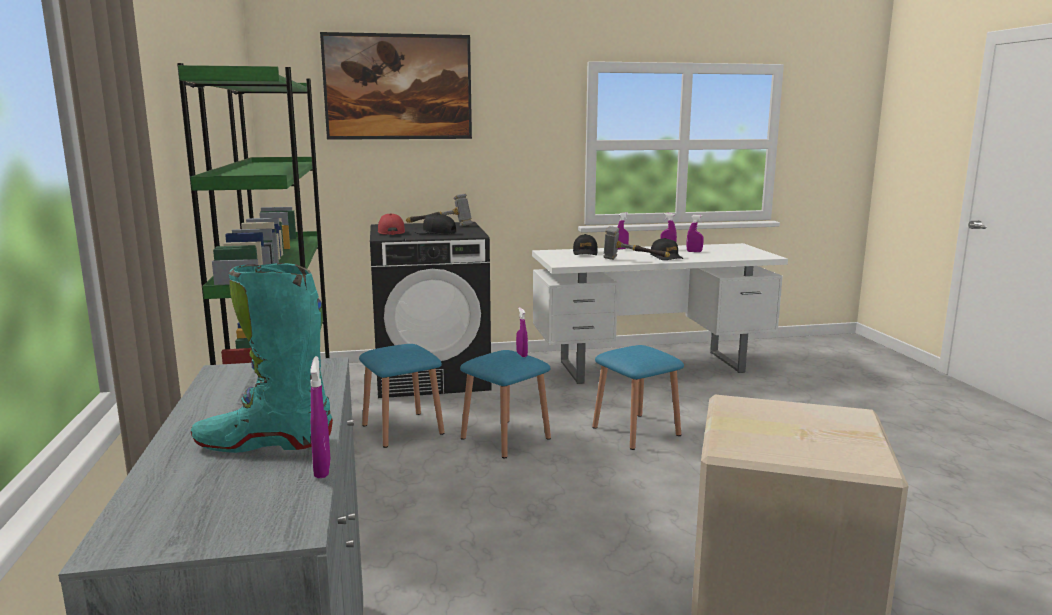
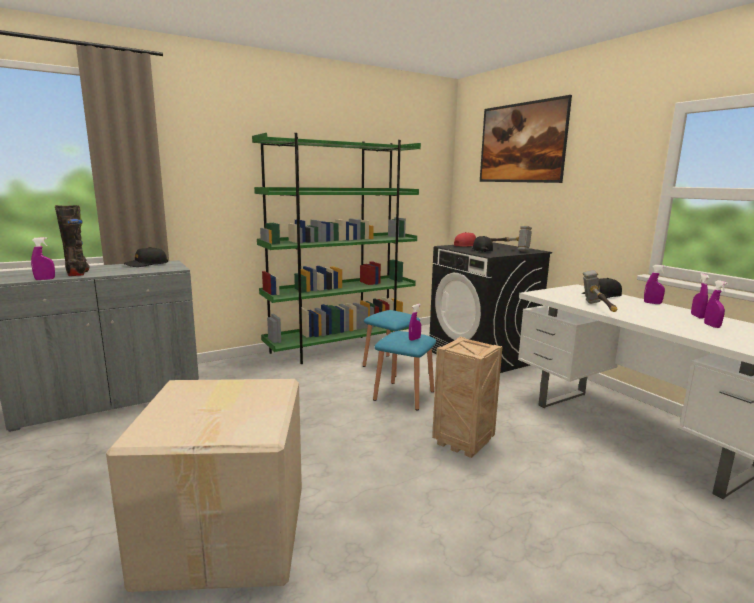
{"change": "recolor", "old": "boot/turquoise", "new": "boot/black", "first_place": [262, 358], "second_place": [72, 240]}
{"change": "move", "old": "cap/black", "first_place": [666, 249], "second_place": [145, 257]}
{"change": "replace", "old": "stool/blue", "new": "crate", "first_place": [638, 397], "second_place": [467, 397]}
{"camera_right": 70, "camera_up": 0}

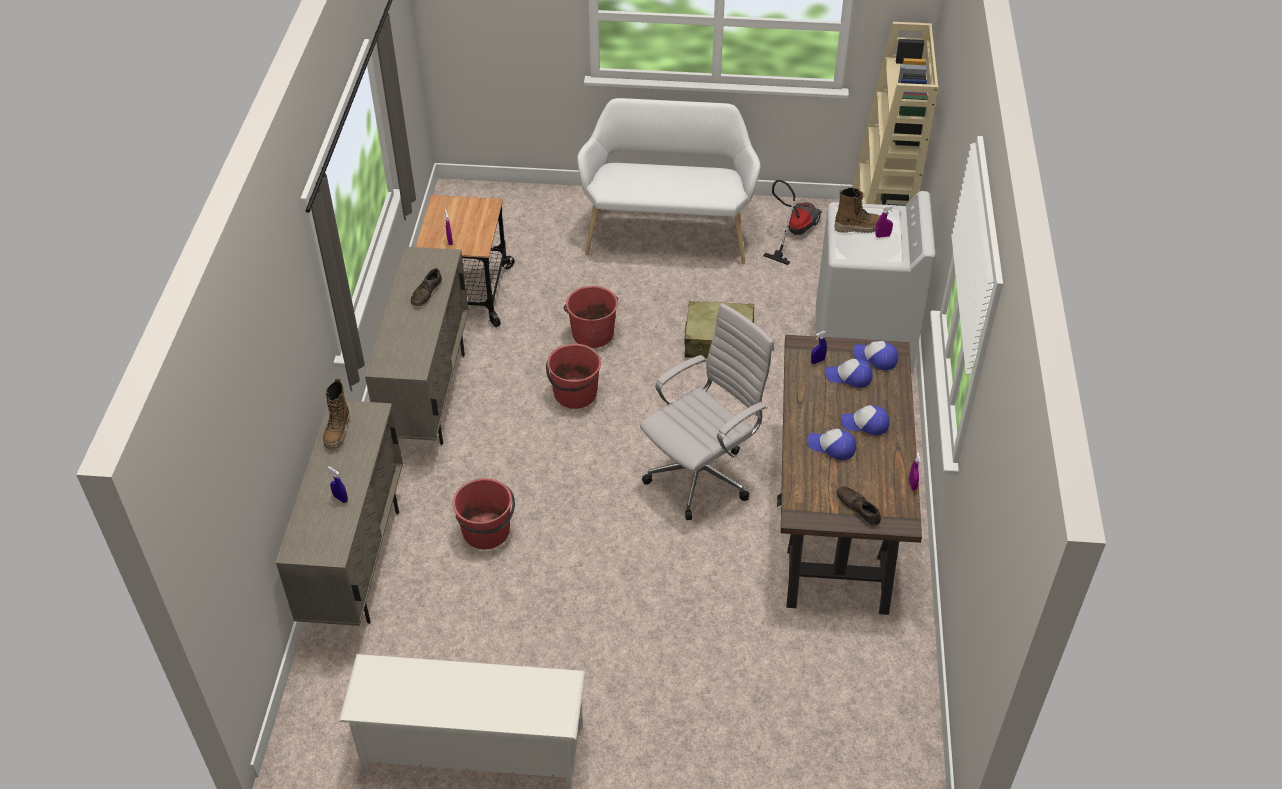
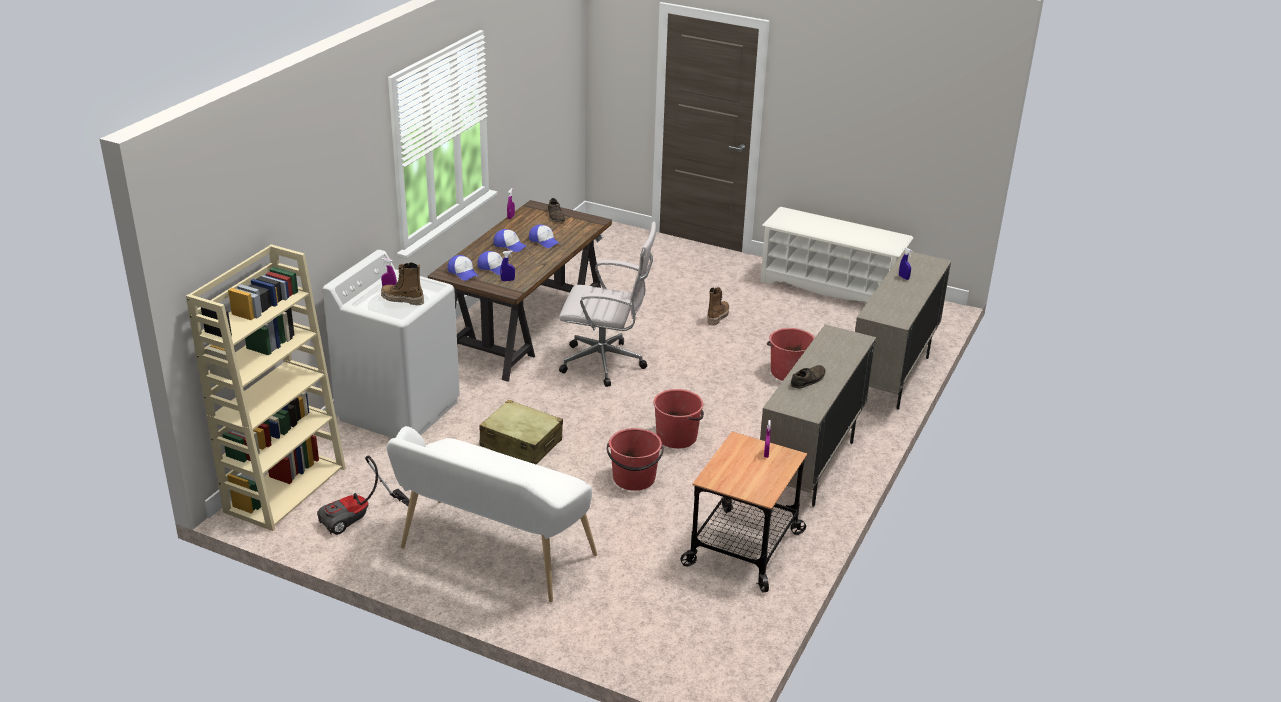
{"change": "rotate", "old": "office chair/white", "first_place": [707, 411], "second_place": [607, 304], "degrees": -150}
{"change": "move", "old": "boot", "first_place": [336, 413], "second_place": [718, 306]}
{"camera_right": -160, "camera_up": -15}

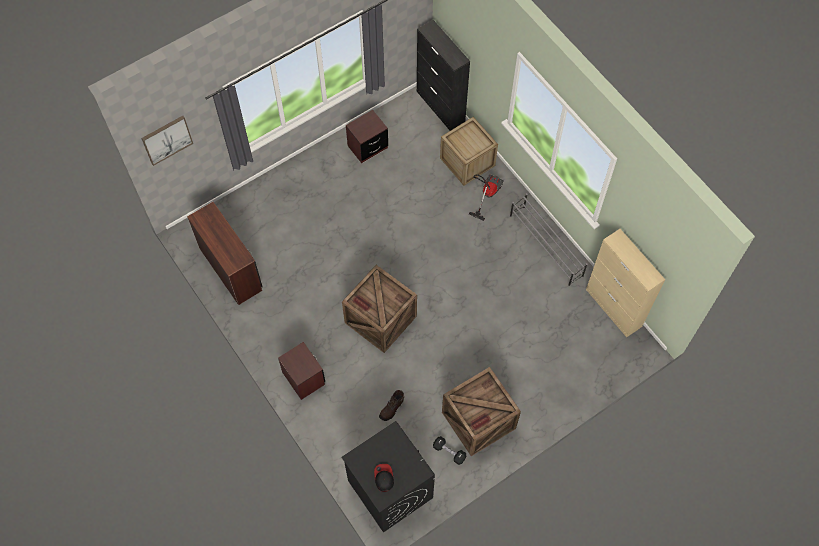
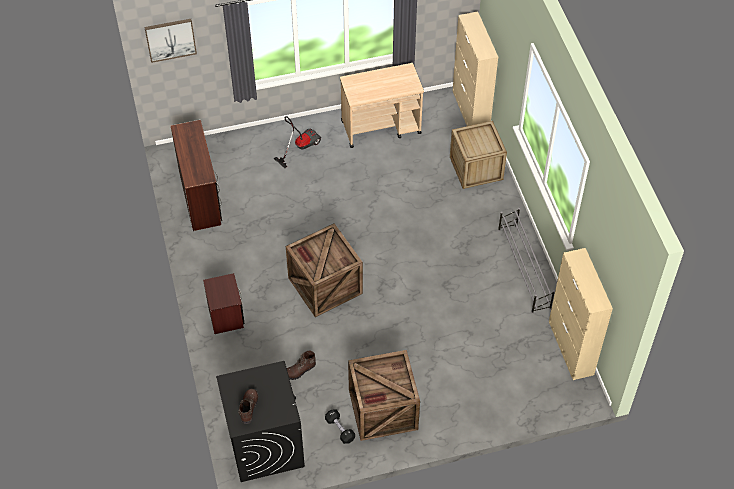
{"change": "replace", "old": "cap", "new": "boot/brown", "first_place": [384, 478], "second_place": [248, 406]}
{"change": "move", "old": "vacuum cleaner", "first_place": [486, 197], "second_place": [297, 142]}
{"change": "replace", "old": "nightstand/brown", "new": "cart/beige", "first_place": [367, 136], "second_place": [382, 105]}
{"change": "recolor", "old": "cabinet/black", "new": "cabinet/beige", "first_place": [443, 75], "second_place": [475, 69]}
{"camera_right": 20, "camera_up": -10}

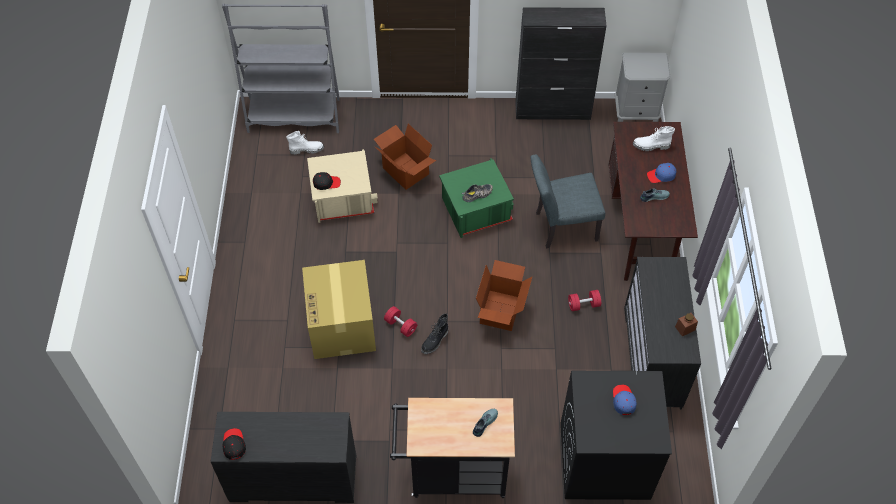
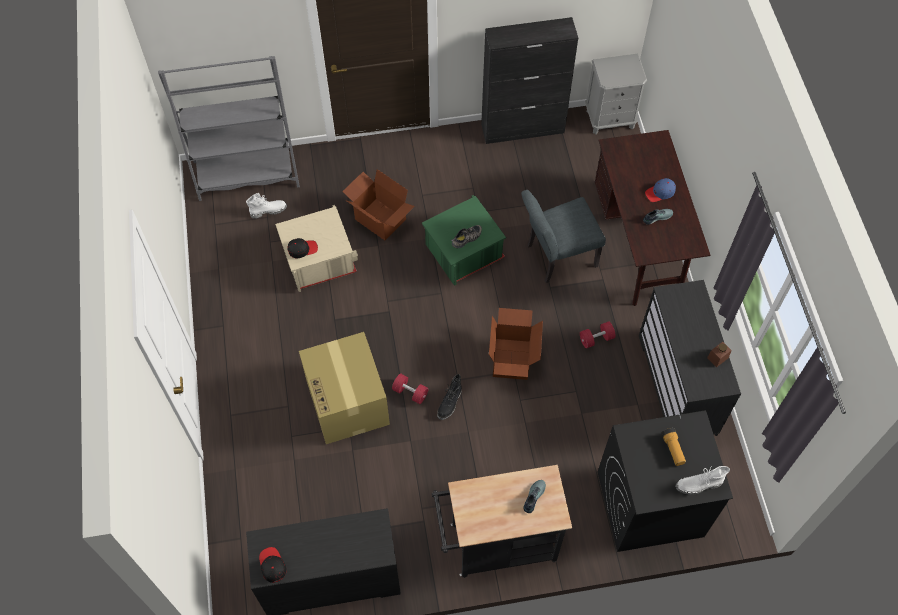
{"change": "replace", "old": "cap/blue", "new": "flashlight", "first_place": [625, 400], "second_place": [674, 447]}
{"change": "move", "old": "boot/white", "first_place": [654, 138], "second_place": [702, 480]}
{"camera_right": -10, "camera_up": 5}

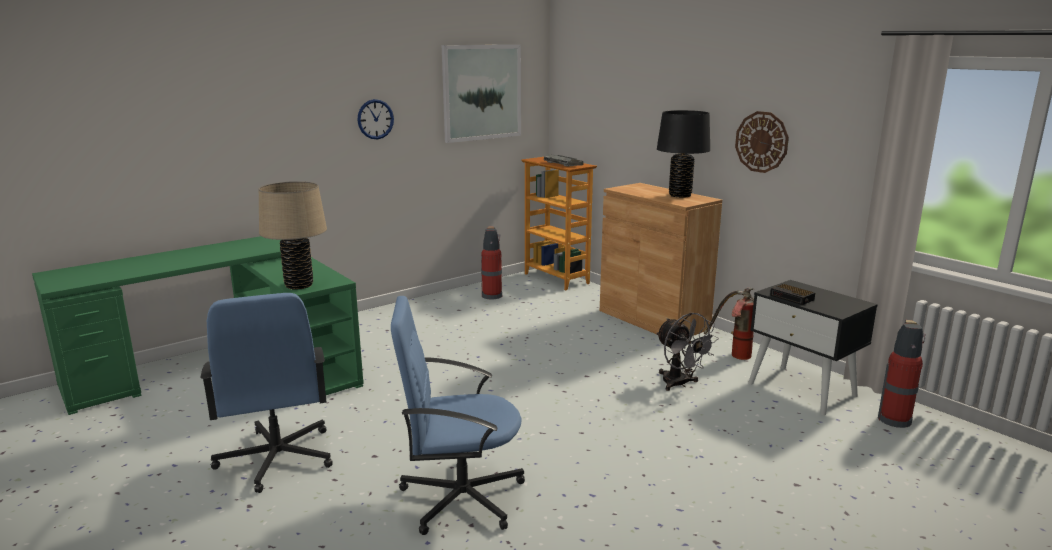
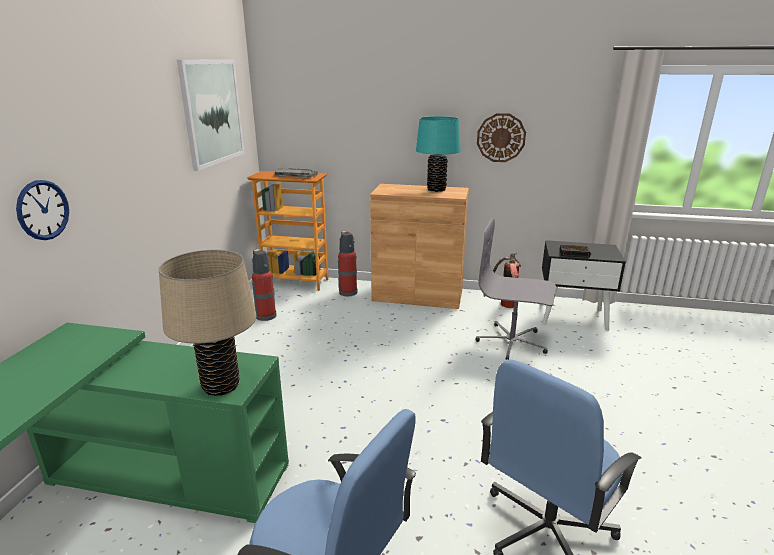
{"change": "move", "old": "wall clock", "first_place": [375, 119], "second_place": [42, 210]}
{"change": "move", "old": "fire extinguisher", "first_place": [902, 374], "second_place": [348, 263]}
{"change": "recolor", "old": "table lamp/black", "new": "table lamp/turquoise", "first_place": [683, 154], "second_place": [438, 154]}
{"change": "replace", "old": "fan/grey", "new": "office chair/grey", "first_place": [687, 351], "second_place": [516, 289]}
{"camera_right": -40, "camera_up": 5}

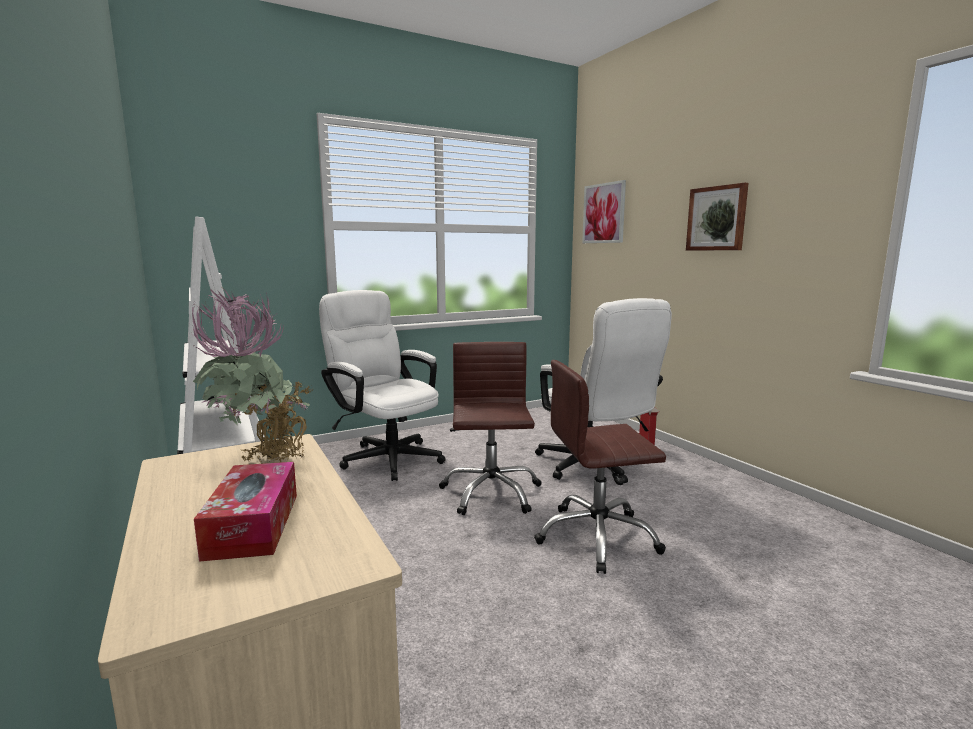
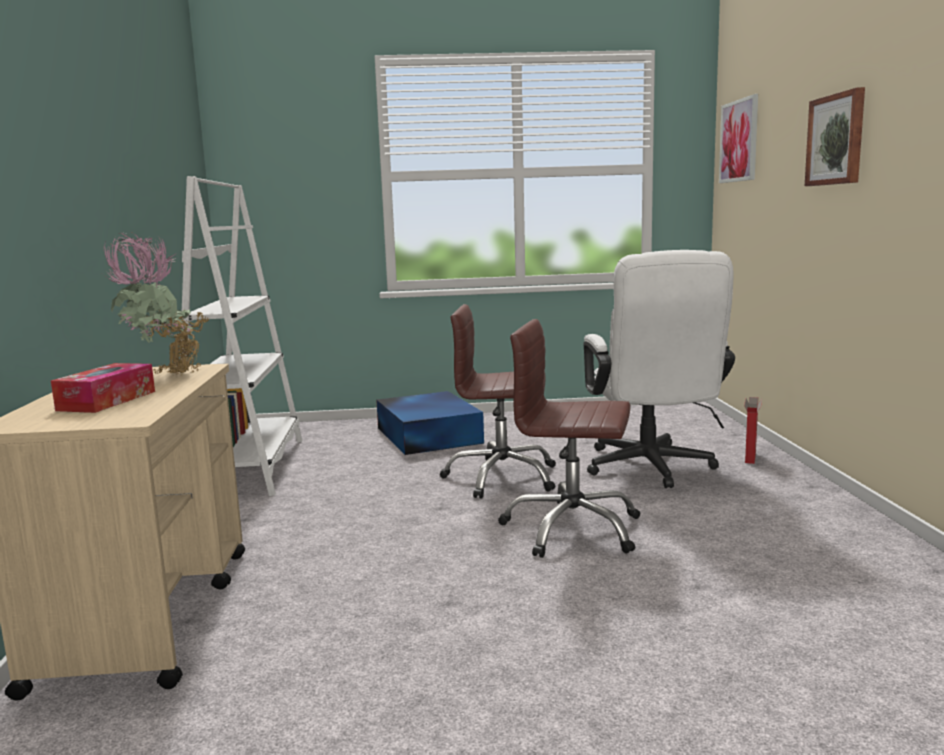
{"change": "replace", "old": "office chair/white", "new": "storage box/blue", "first_place": [382, 385], "second_place": [430, 423]}
{"change": "rotate", "old": "office chair/brown", "first_place": [490, 428], "second_place": [498, 401], "degrees": -105}
{"camera_right": 25, "camera_up": 0}

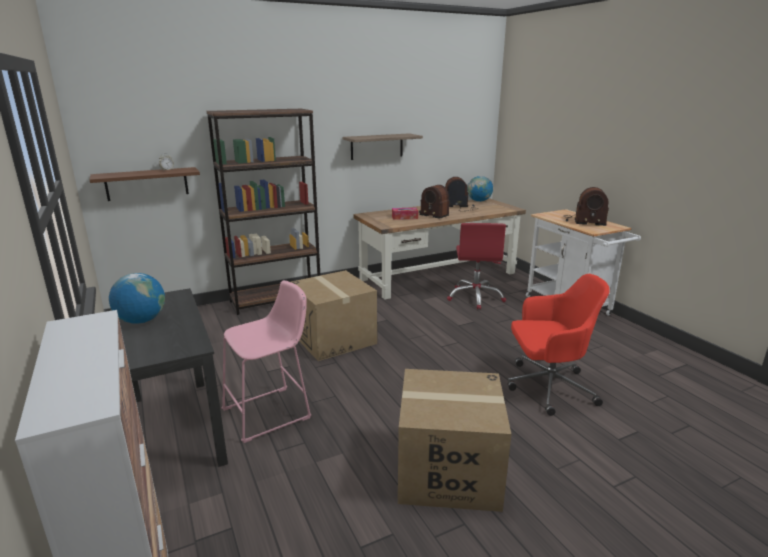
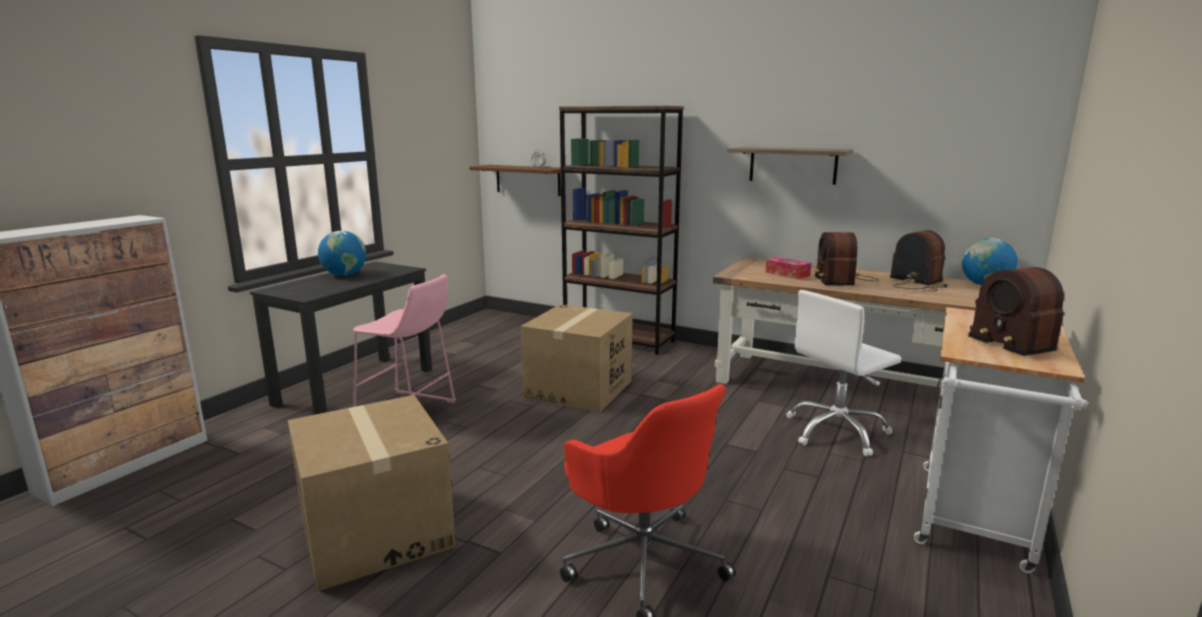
{"change": "recolor", "old": "office chair/red", "new": "office chair/white", "first_place": [476, 266], "second_place": [843, 373]}
{"camera_right": 55, "camera_up": -5}

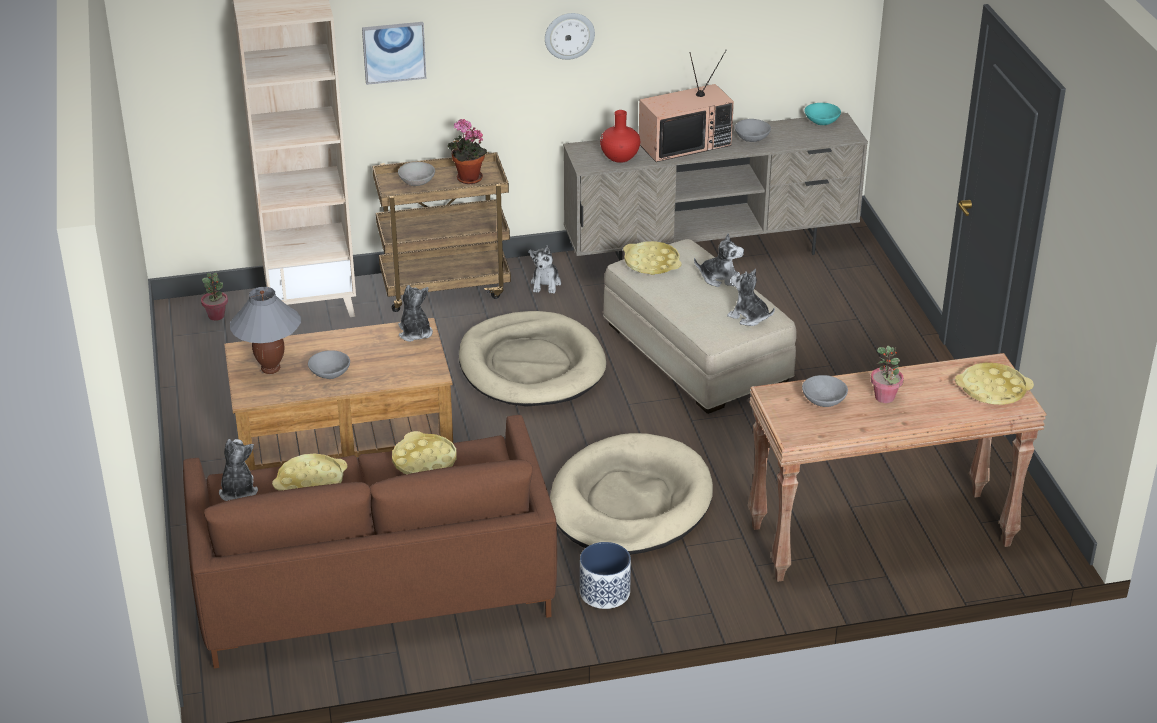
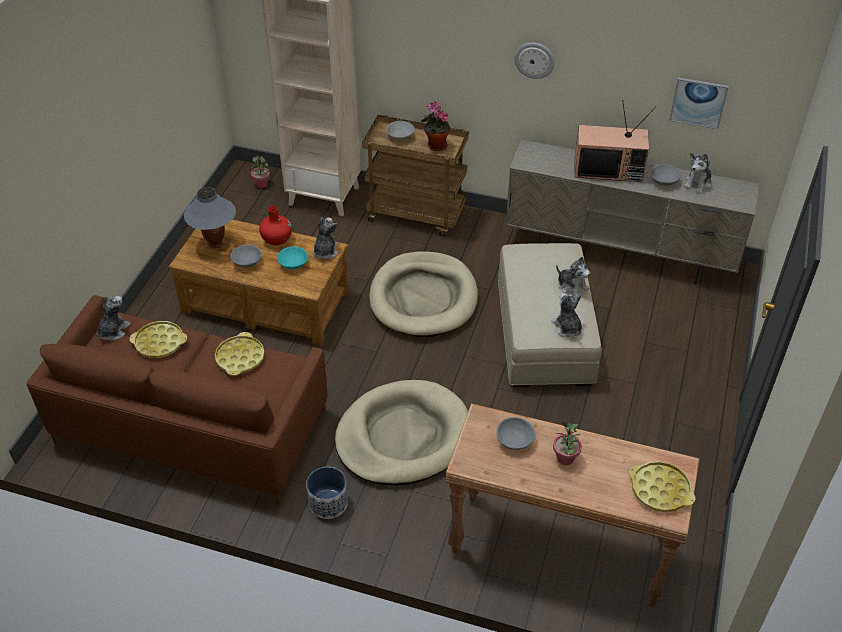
{"change": "move", "old": "vase/red", "first_place": [620, 136], "second_place": [275, 225]}
{"change": "move", "old": "bowl/turquoise", "first_place": [823, 114], "second_place": [292, 258]}
{"change": "move", "old": "picture", "first_place": [394, 53], "second_place": [699, 103]}
{"change": "move", "old": "plush toy", "first_place": [545, 269], "second_place": [698, 173]}
{"change": "delete", "old": "tray/yellow", "first_place": [652, 258]}
{"camera_right": 30, "camera_up": 10}

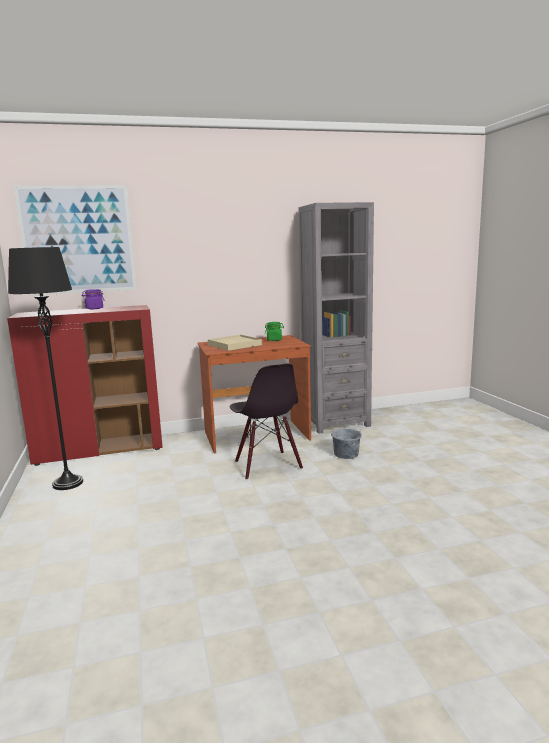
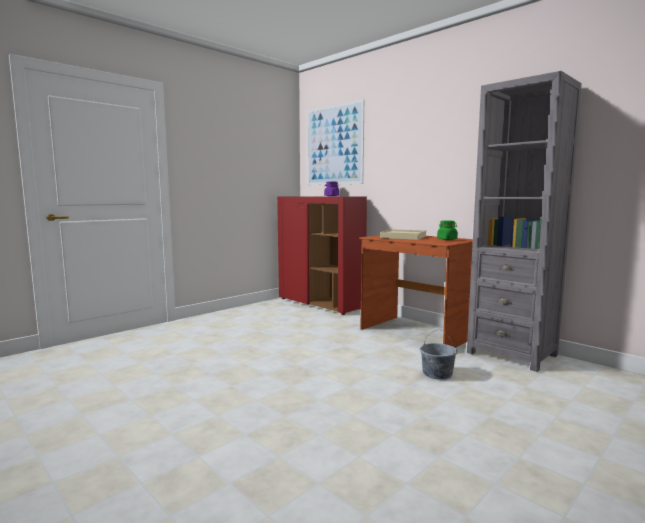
{"change": "delete", "old": "floor lamp/black", "first_place": [45, 368]}
{"change": "delete", "old": "chair/black", "first_place": [266, 422]}
{"camera_right": 60, "camera_up": -5}

